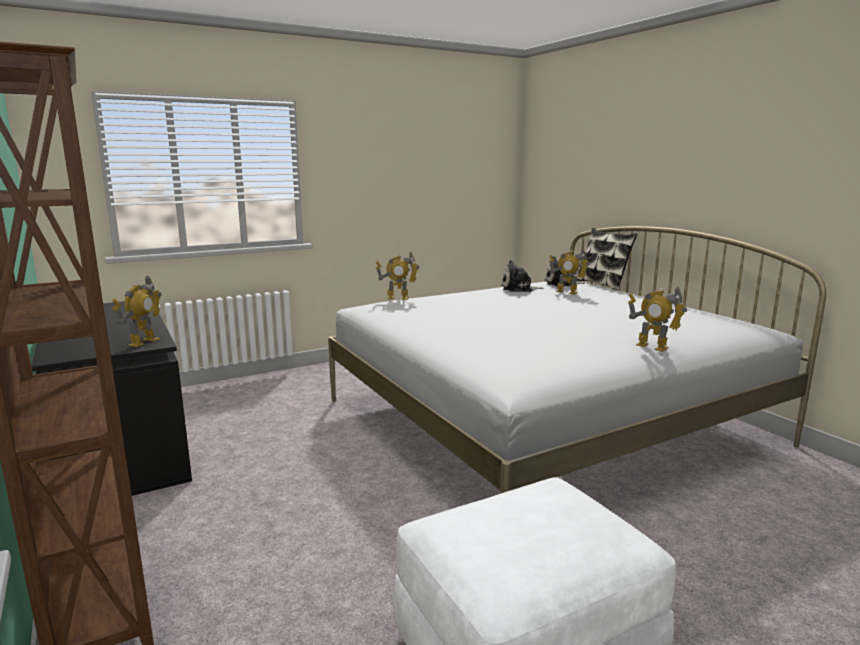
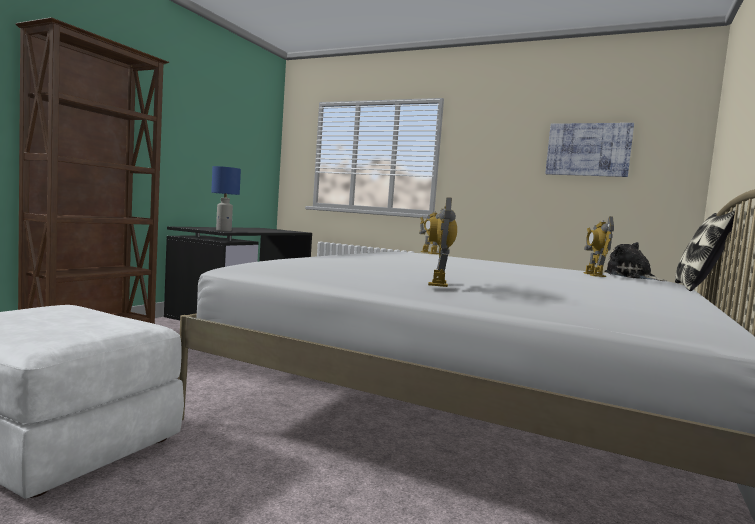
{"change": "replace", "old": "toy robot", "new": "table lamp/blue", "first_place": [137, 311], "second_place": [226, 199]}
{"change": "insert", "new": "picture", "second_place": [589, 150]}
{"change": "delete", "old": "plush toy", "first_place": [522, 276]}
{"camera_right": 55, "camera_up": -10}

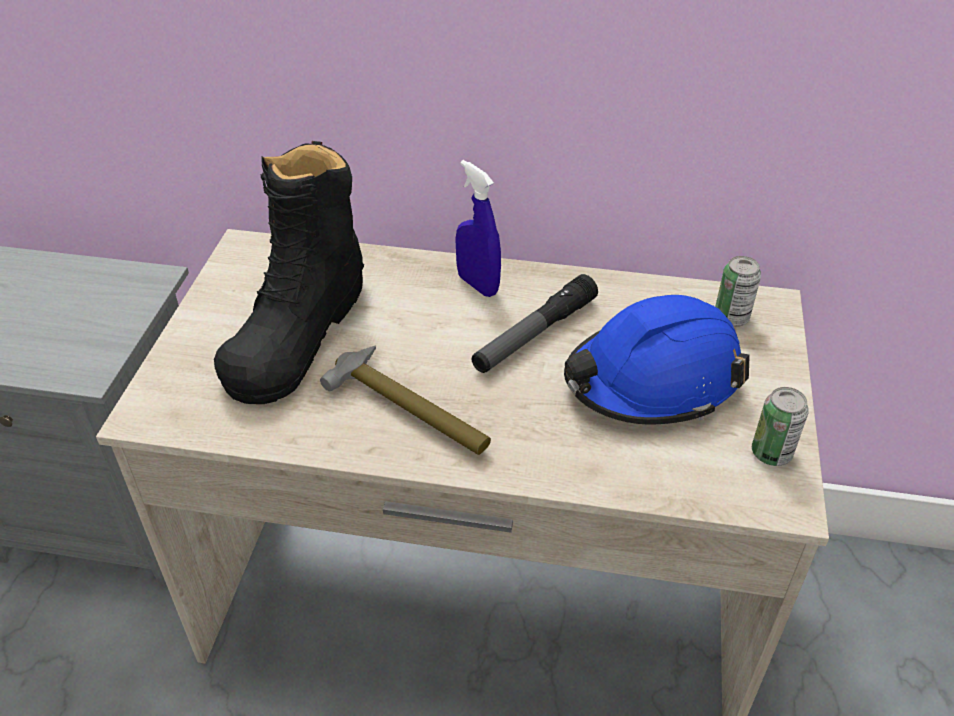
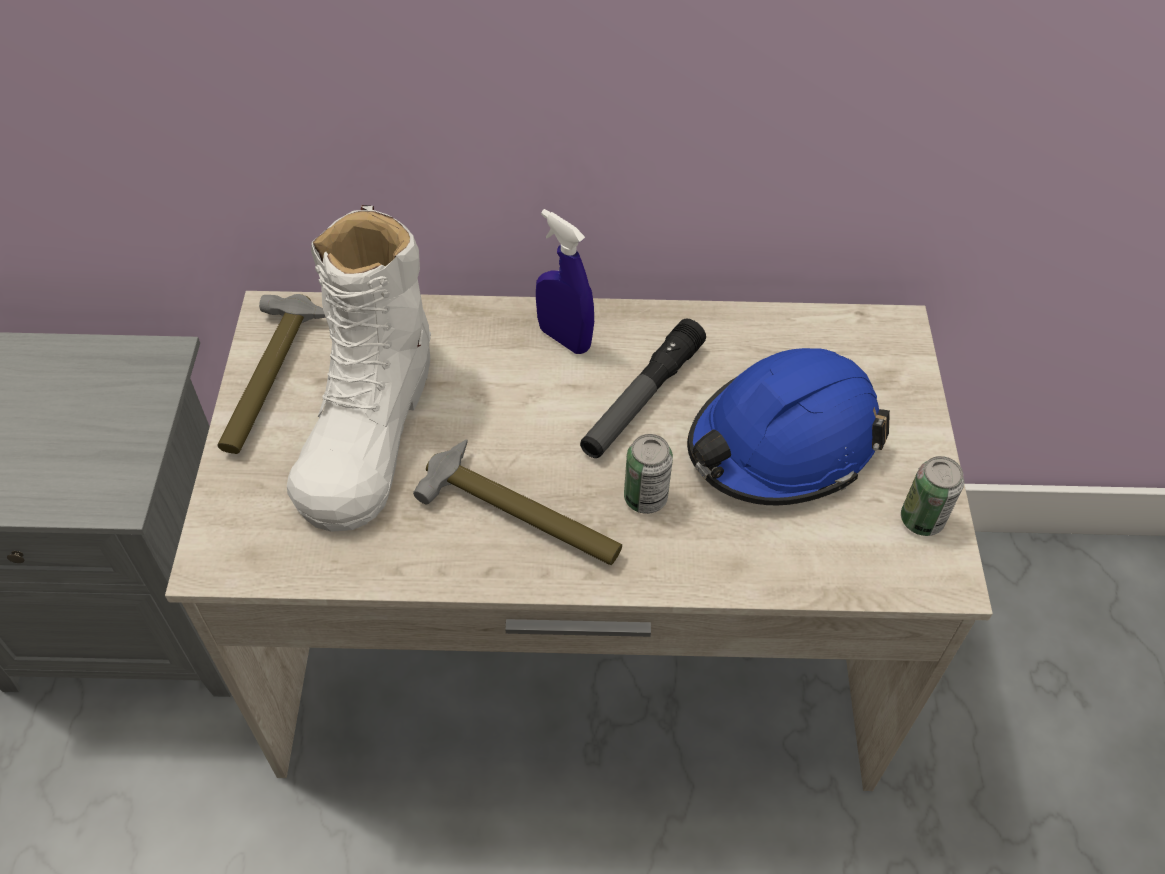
{"change": "insert", "new": "hammer", "second_place": [272, 374]}
{"change": "recolor", "old": "boot/black", "new": "boot/white", "first_place": [289, 272], "second_place": [359, 368]}
{"change": "move", "old": "can", "first_place": [738, 291], "second_place": [648, 474]}
{"camera_right": -10, "camera_up": 10}

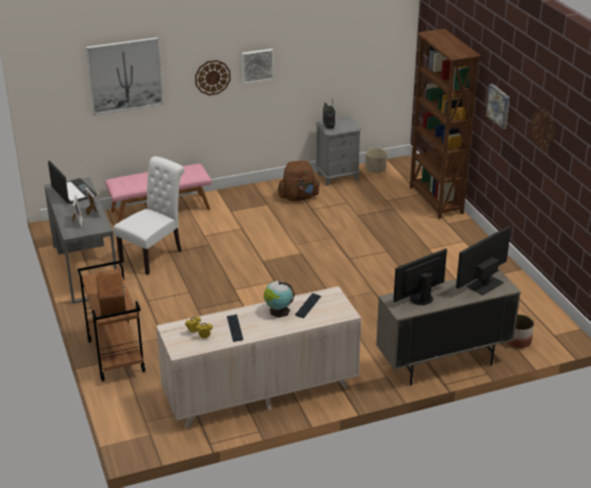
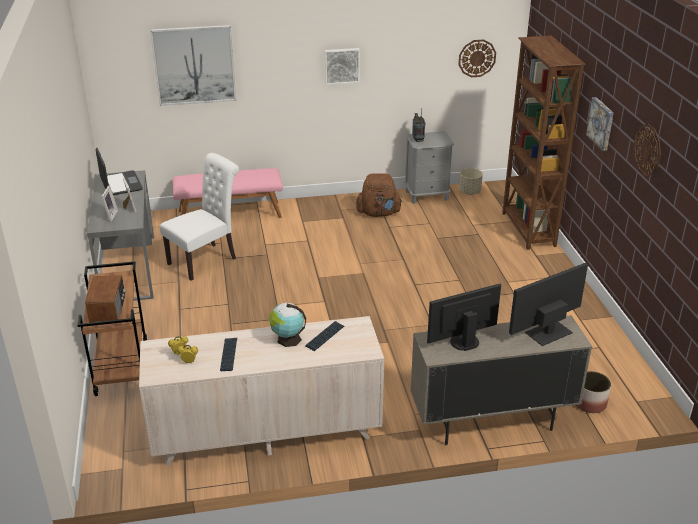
{"change": "move", "old": "wall clock", "first_place": [213, 77], "second_place": [477, 58]}
{"camera_right": 10, "camera_up": 0}

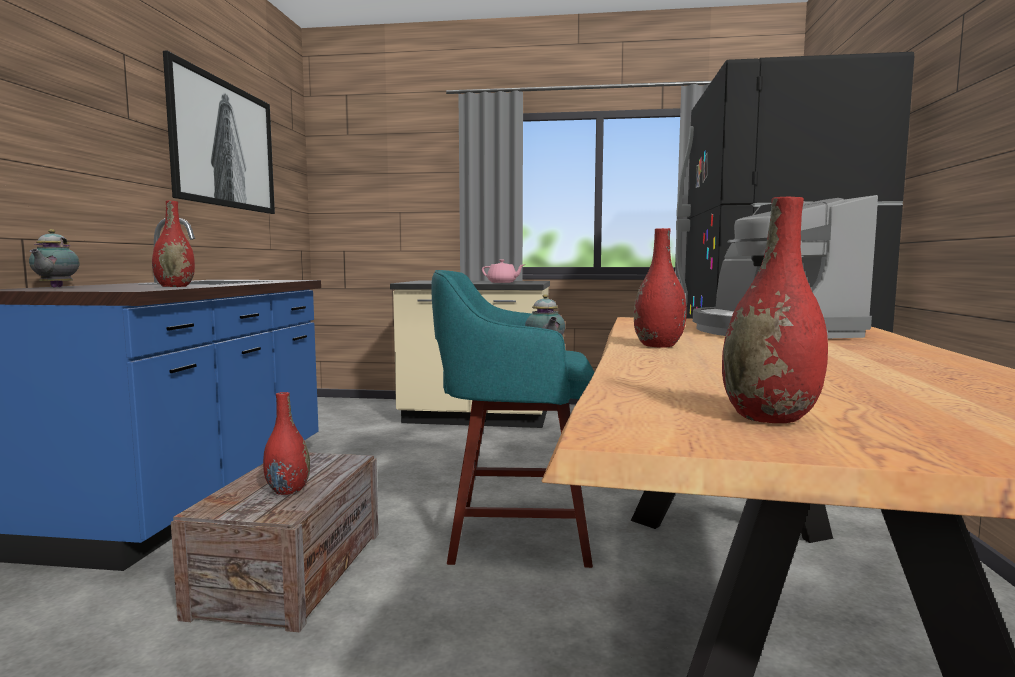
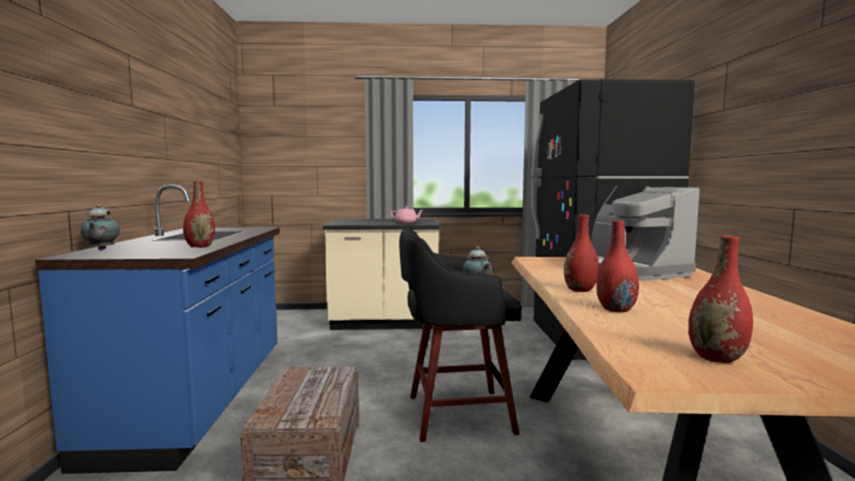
{"change": "recolor", "old": "stool/turquoise", "new": "stool/black", "first_place": [512, 419], "second_place": [460, 335]}
{"change": "move", "old": "vase/red", "first_place": [286, 443], "second_place": [617, 266]}
{"change": "delete", "old": "picture", "first_place": [219, 132]}
{"camera_right": -10, "camera_up": 0}

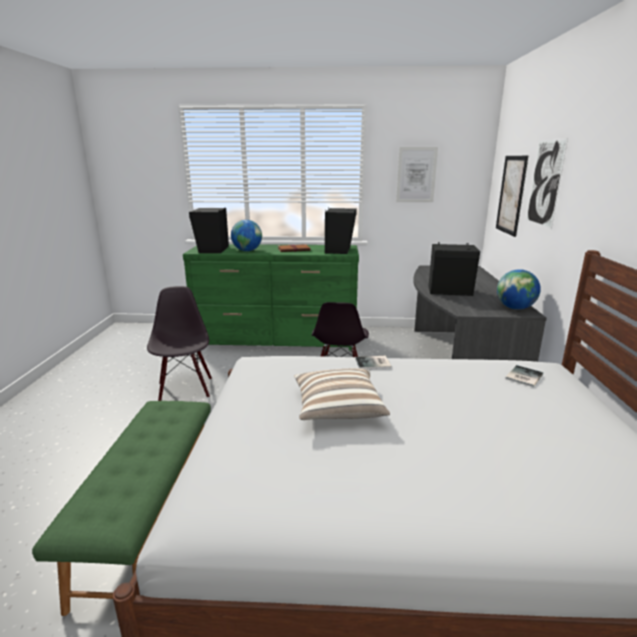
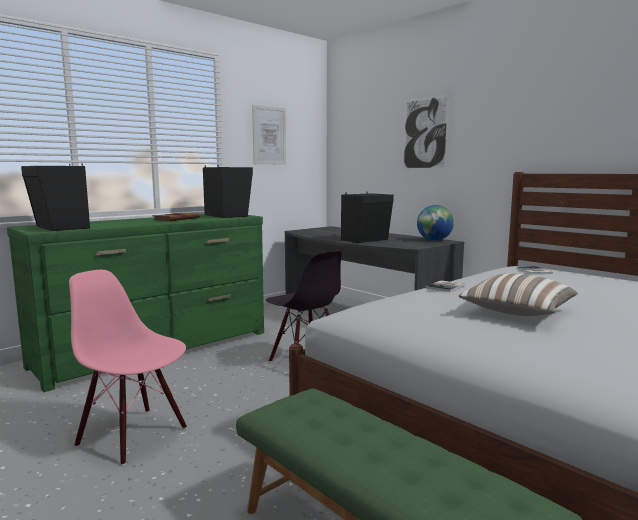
{"change": "recolor", "old": "chair/black", "new": "chair/pink", "first_place": [179, 343], "second_place": [128, 367]}
{"change": "delete", "old": "globe", "first_place": [246, 235]}
{"change": "delete", "old": "picture", "first_place": [512, 196]}
{"camera_right": -45, "camera_up": -10}

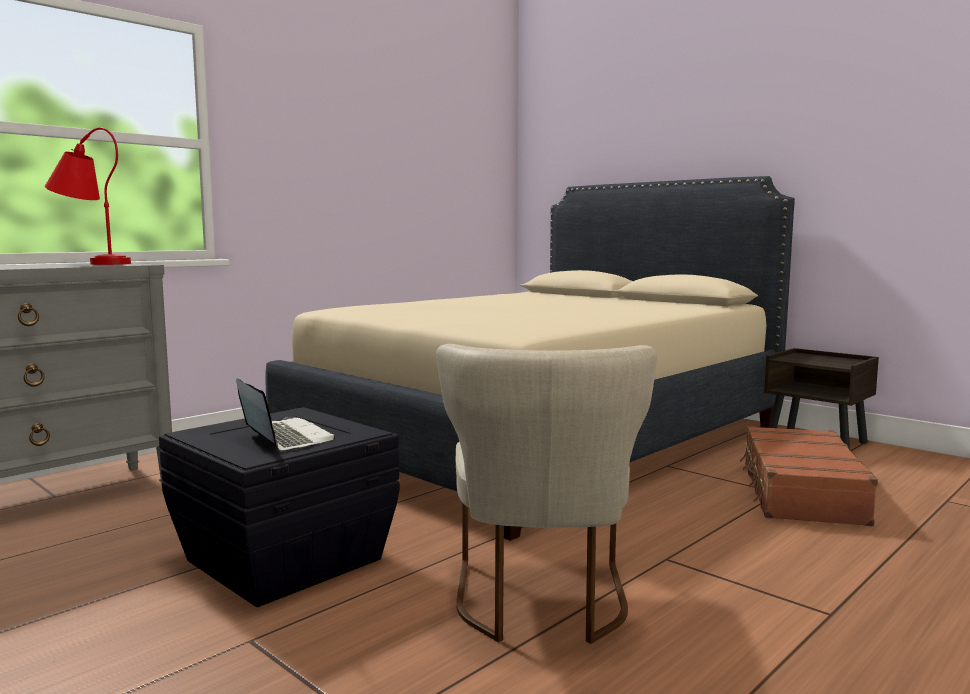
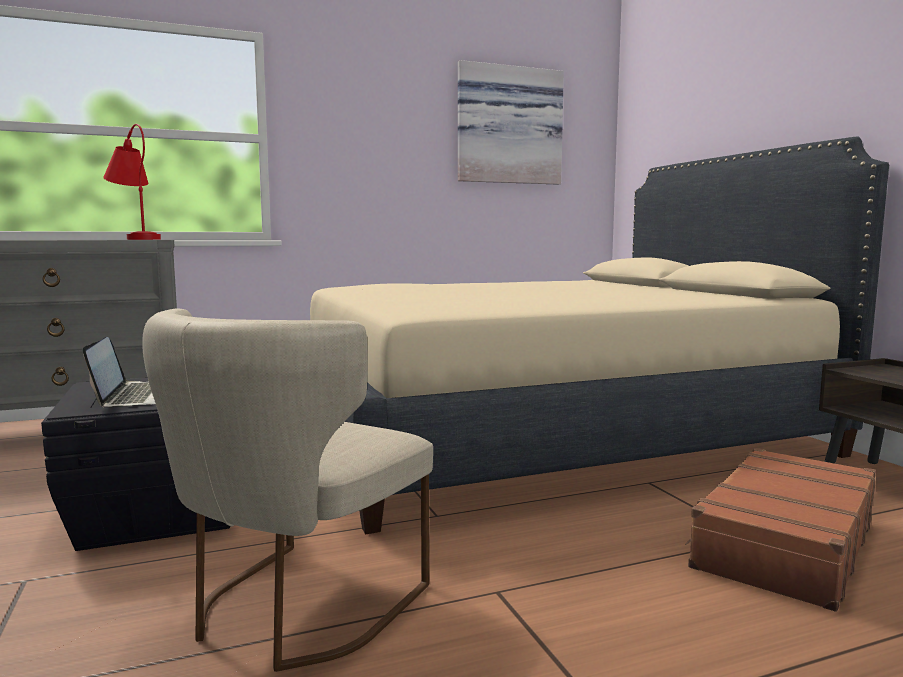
{"change": "insert", "new": "picture", "second_place": [511, 122]}
{"camera_right": 25, "camera_up": 0}

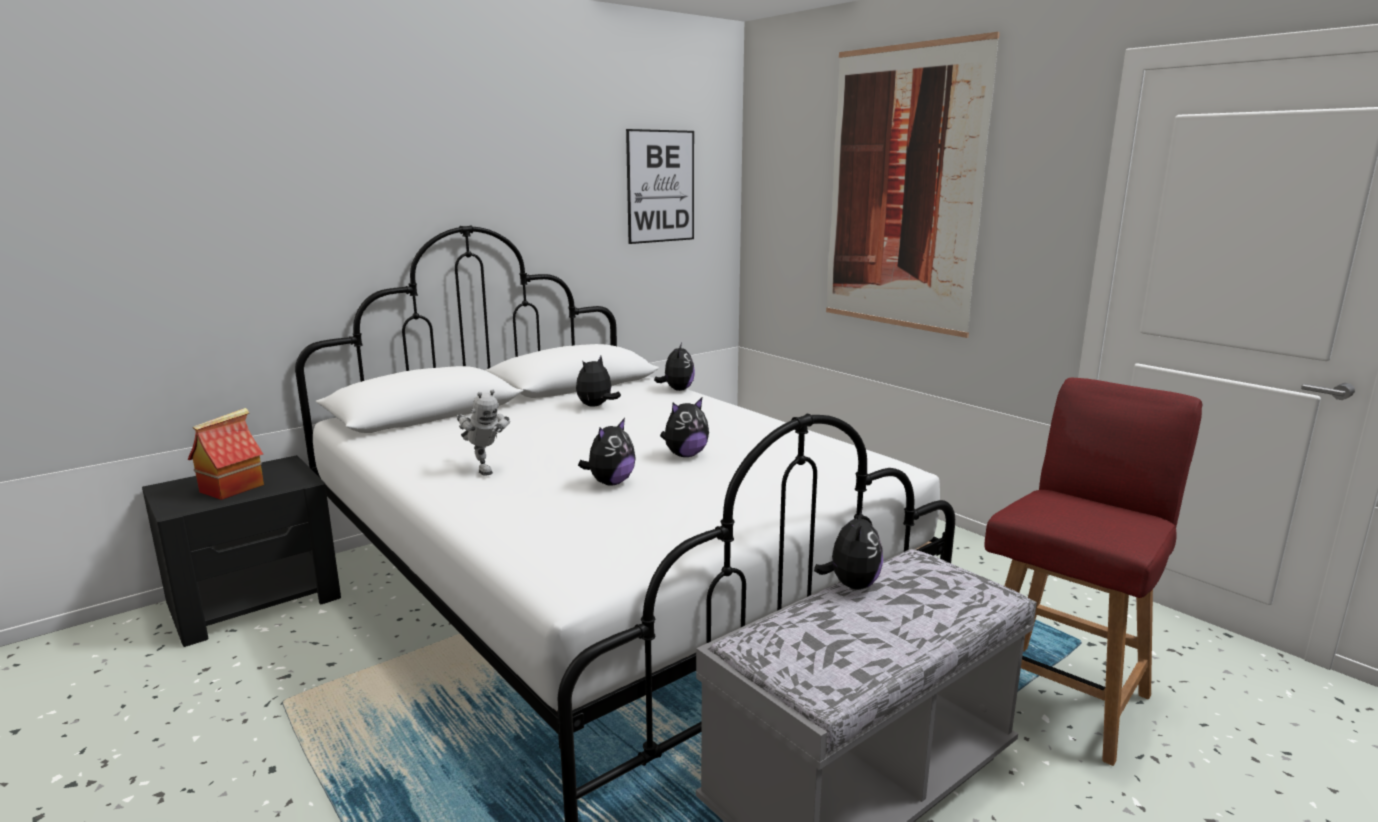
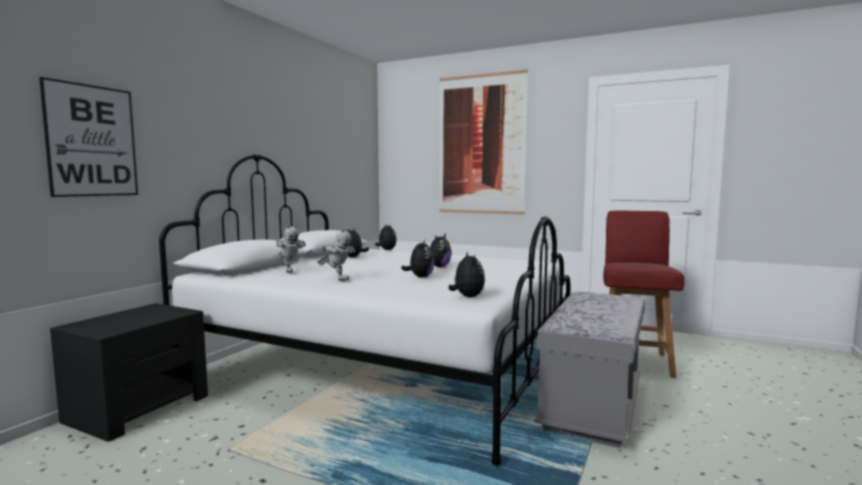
{"change": "move", "old": "picture", "first_place": [660, 186], "second_place": [88, 137]}
{"change": "insert", "new": "toy robot", "second_place": [291, 248]}
{"change": "move", "old": "plush toy", "first_place": [848, 548], "second_place": [467, 274]}
{"change": "delete", "old": "toy house", "first_place": [226, 454]}
{"camera_right": -25, "camera_up": -10}

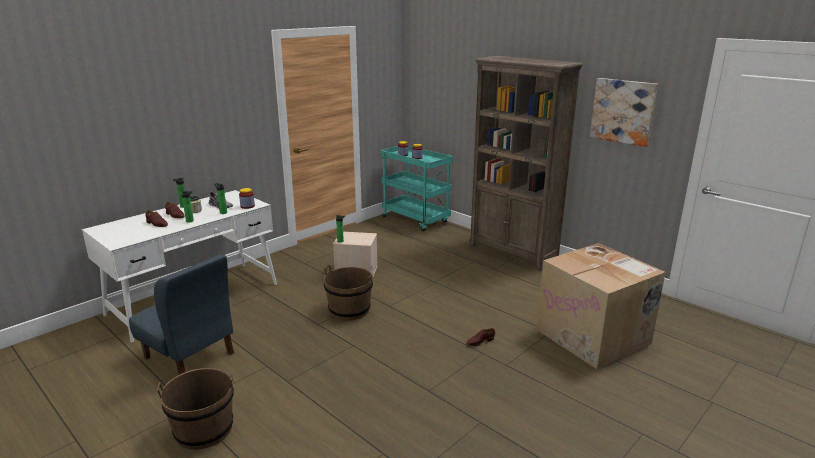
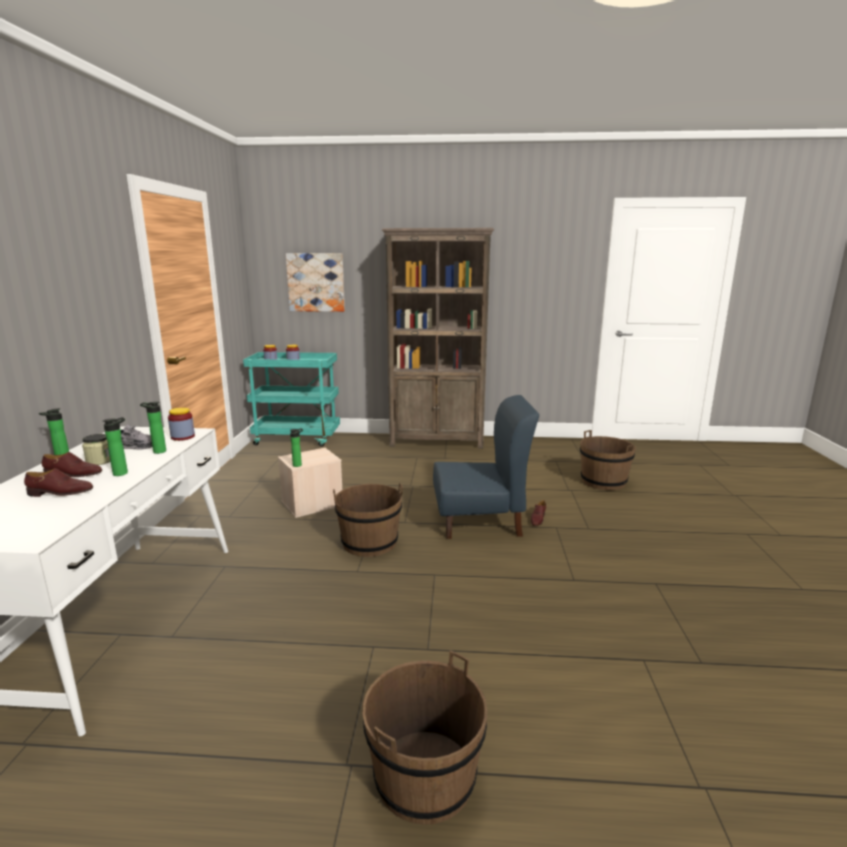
{"change": "move", "old": "picture", "first_place": [624, 112], "second_place": [315, 282]}
{"change": "move", "old": "chair/blue", "first_place": [181, 314], "second_place": [486, 467]}
{"change": "replace", "old": "cardboard box", "new": "bucket/brown", "first_place": [601, 306], "second_place": [608, 460]}
{"camera_right": -40, "camera_up": -5}

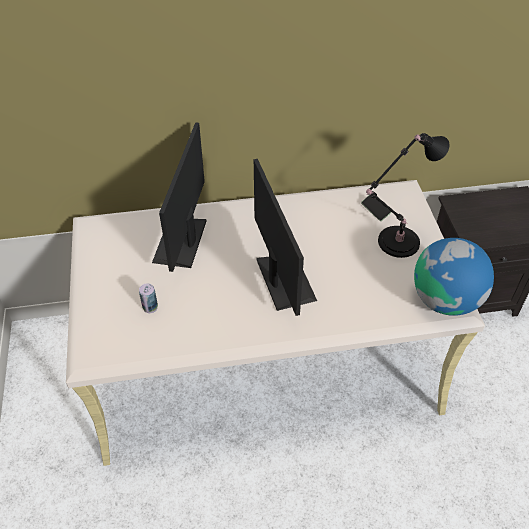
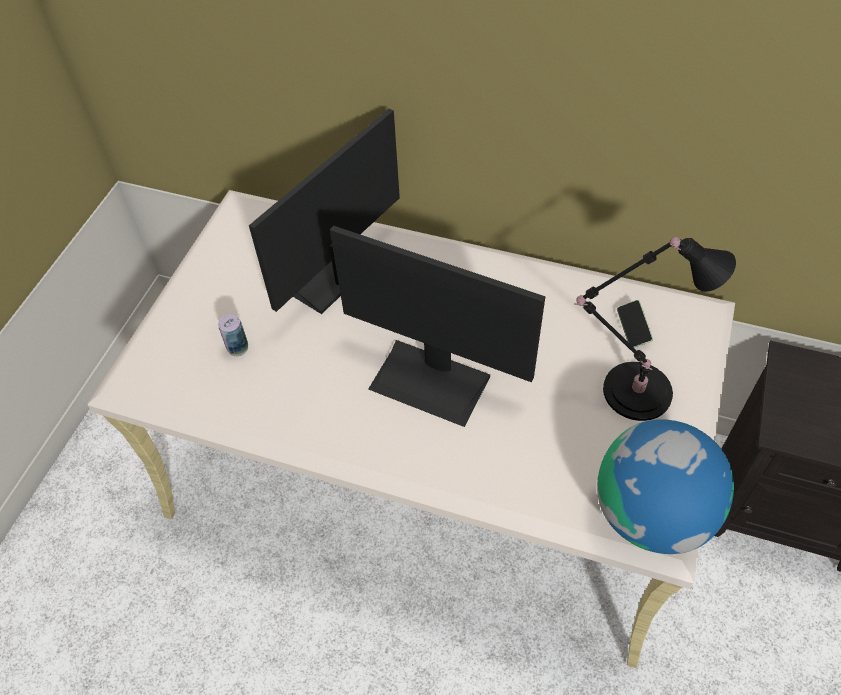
{"change": "rotate", "old": "monitor", "first_place": [285, 237], "second_place": [437, 326], "degrees": 105}
{"camera_right": 30, "camera_up": 5}

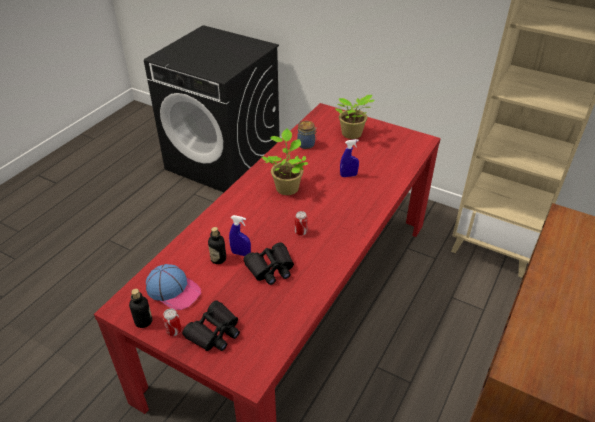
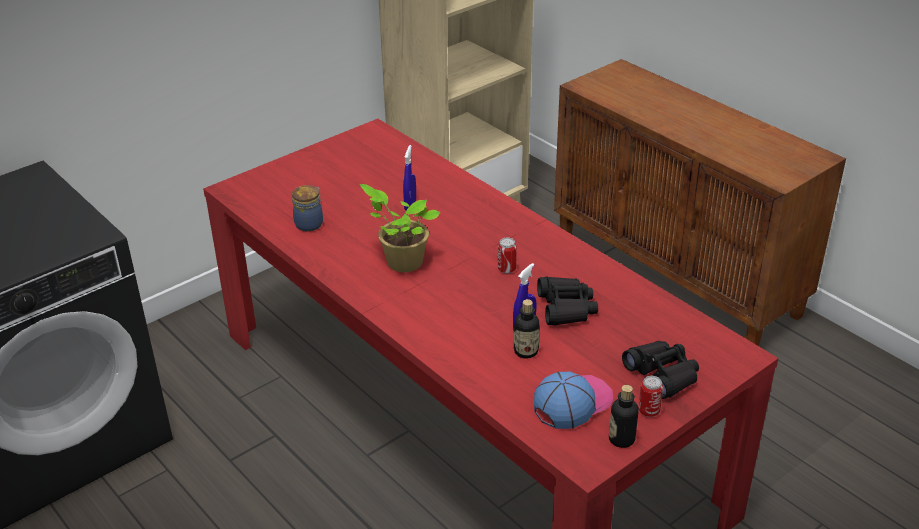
{"change": "delete", "old": "potted plant", "first_place": [355, 117]}
{"camera_right": -70, "camera_up": -5}

